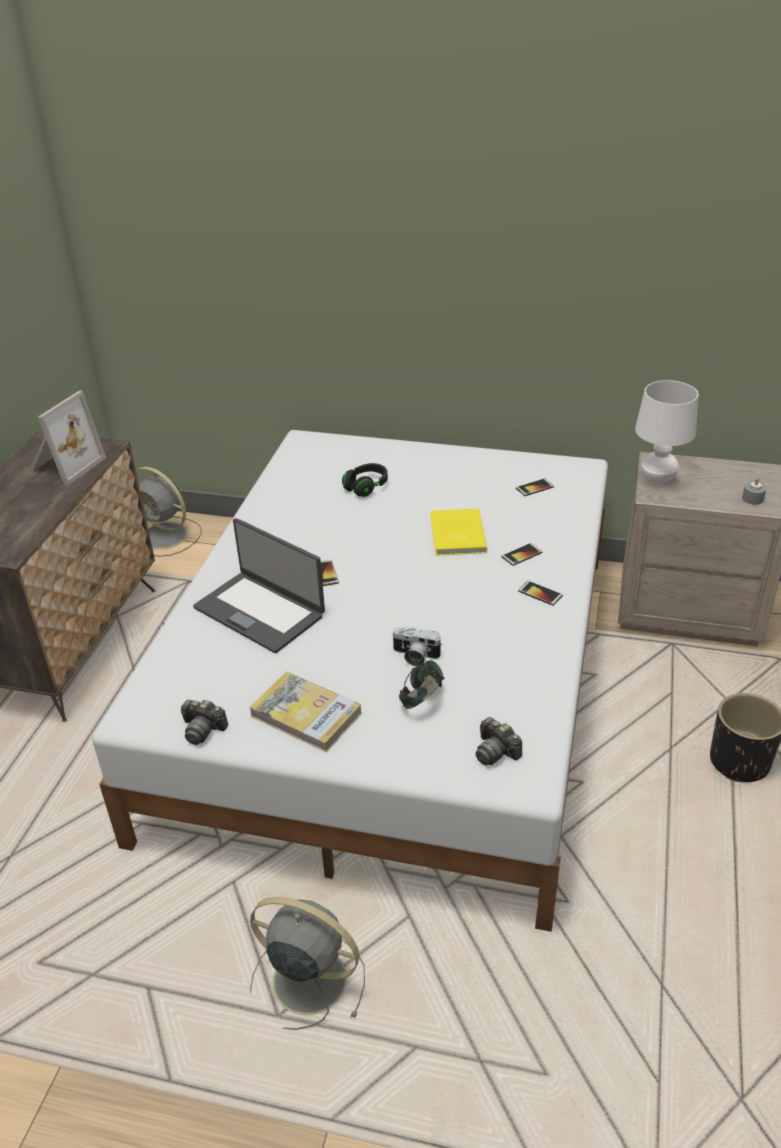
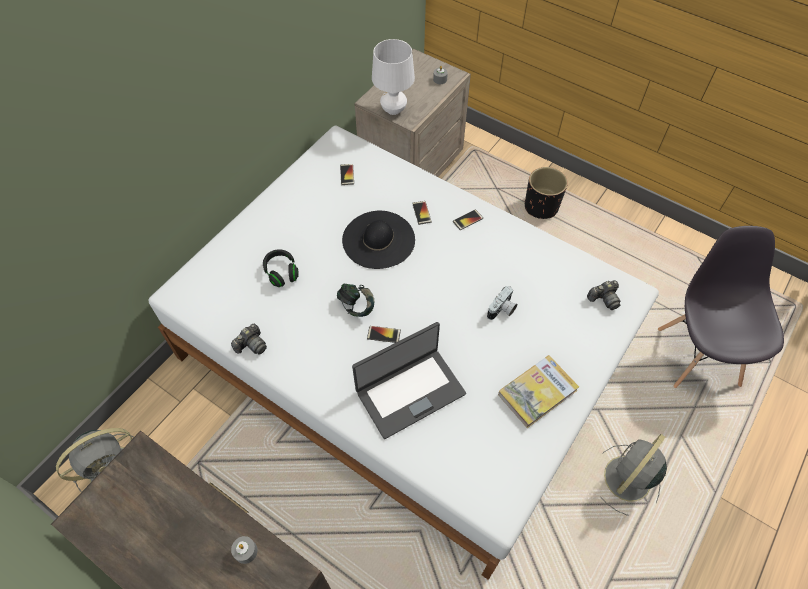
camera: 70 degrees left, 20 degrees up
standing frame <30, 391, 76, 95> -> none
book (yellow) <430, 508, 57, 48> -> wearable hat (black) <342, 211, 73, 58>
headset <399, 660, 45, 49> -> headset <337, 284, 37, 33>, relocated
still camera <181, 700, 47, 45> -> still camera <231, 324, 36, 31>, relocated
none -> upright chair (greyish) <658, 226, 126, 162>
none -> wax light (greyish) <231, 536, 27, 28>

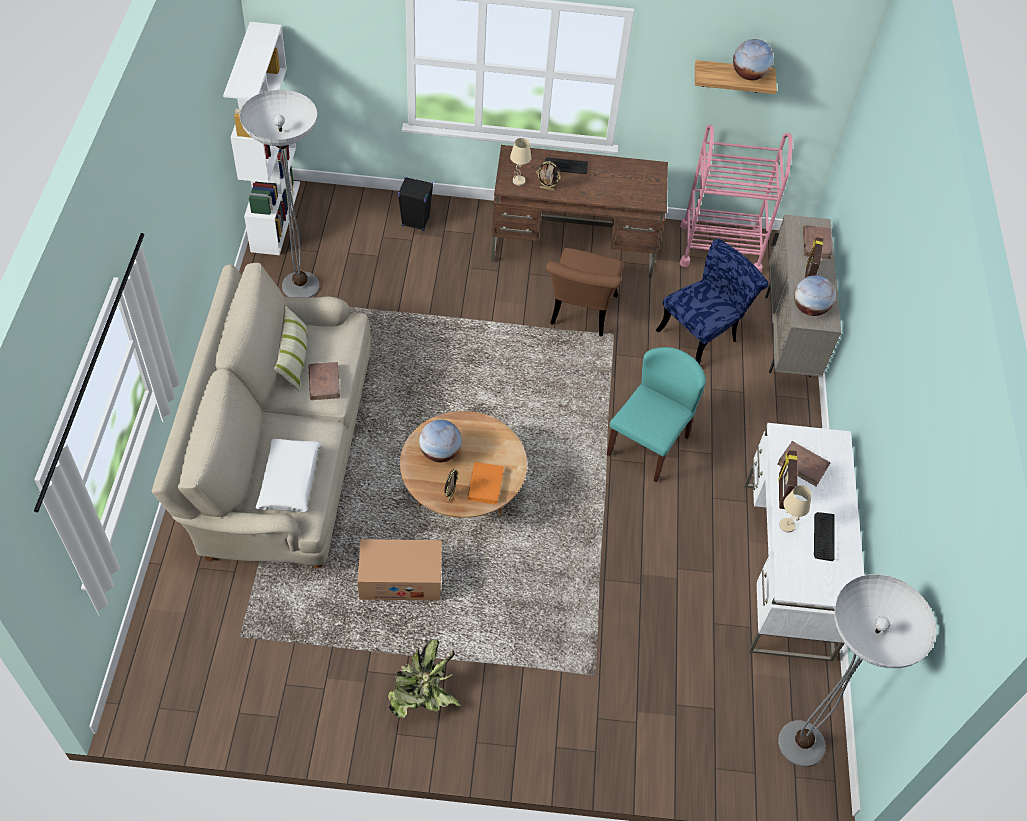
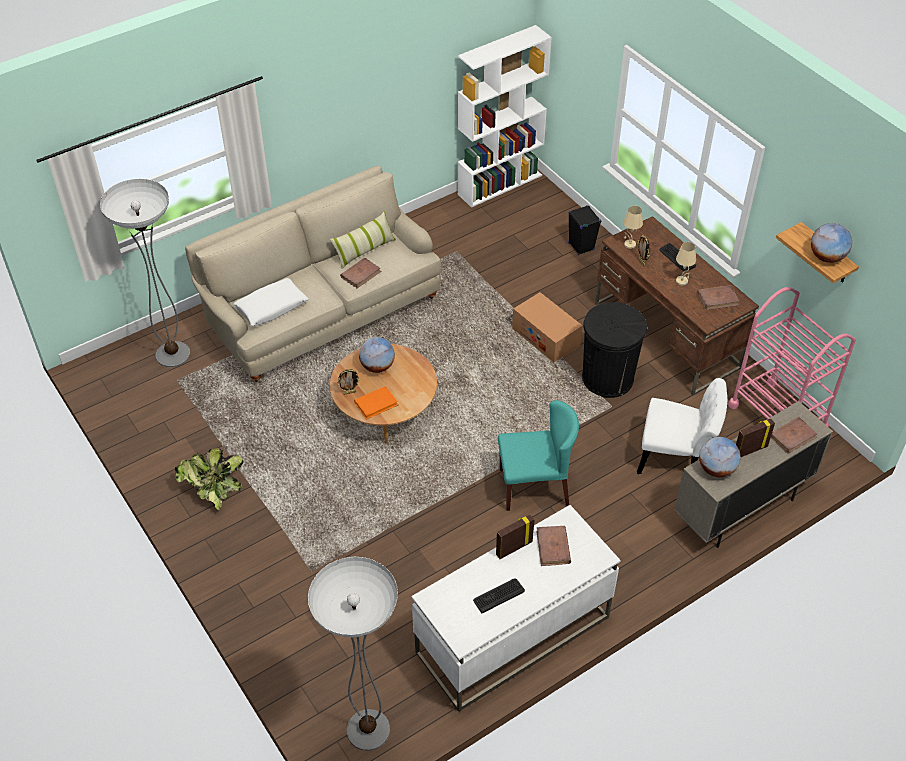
camera: 55 degrees right, 5 degrees down
floor lamp <240, 90, 80, 207> -> floor lamp <100, 179, 90, 188>, relocated
upright chair (bluish) <656, 239, 113, 125> -> upright chair (white-coloured) <637, 378, 90, 96>
upright chair (brown) <546, 248, 77, 88> -> trash can (black) <582, 302, 65, 96>
tabletop lamp (beige) <779, 485, 33, 48> -> tabletop lamp (beige) <676, 242, 20, 43>, relocated
carton <358, 539, 84, 61> -> carton <512, 292, 71, 70>, relocated
none -> book (brown) <697, 285, 42, 25>

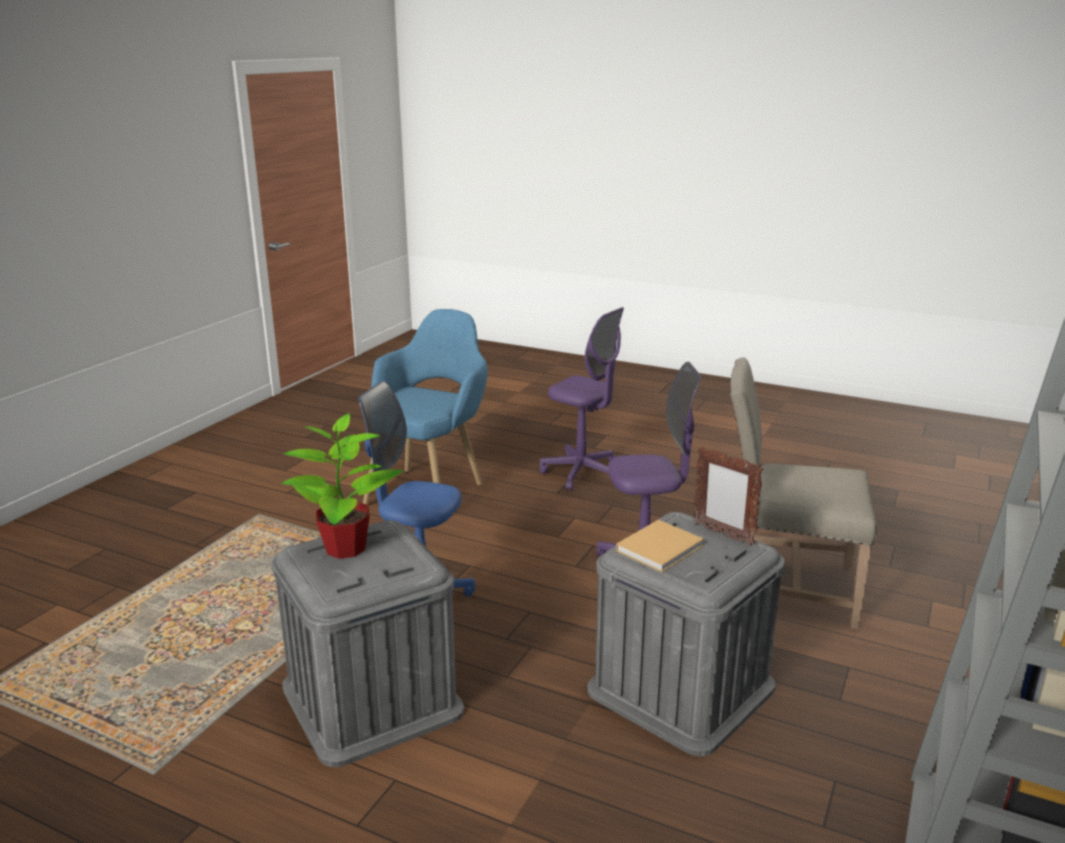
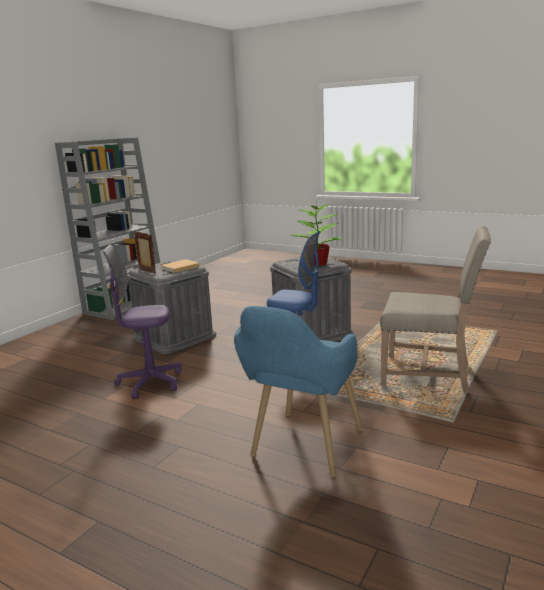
camera: 175 degrees left, 5 degrees down
office chair (purple) <540, 307, 84, 184> -> none
upright chair (beige) <730, 358, 147, 271> -> upright chair (beige) <380, 226, 111, 167>, relocated

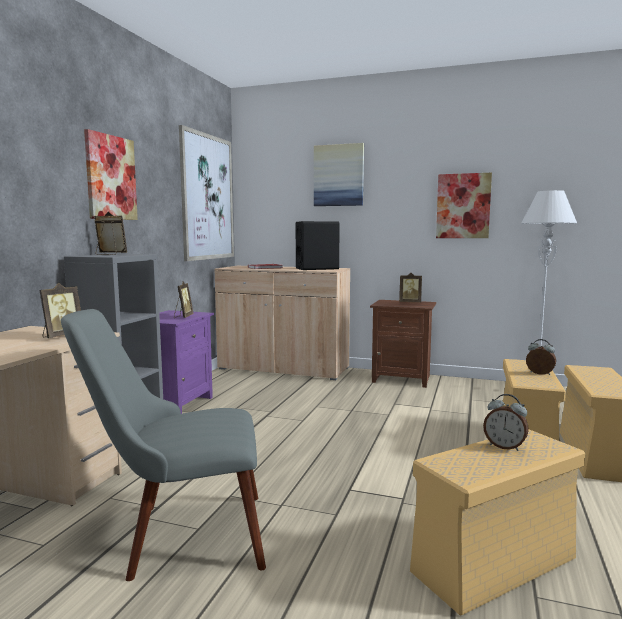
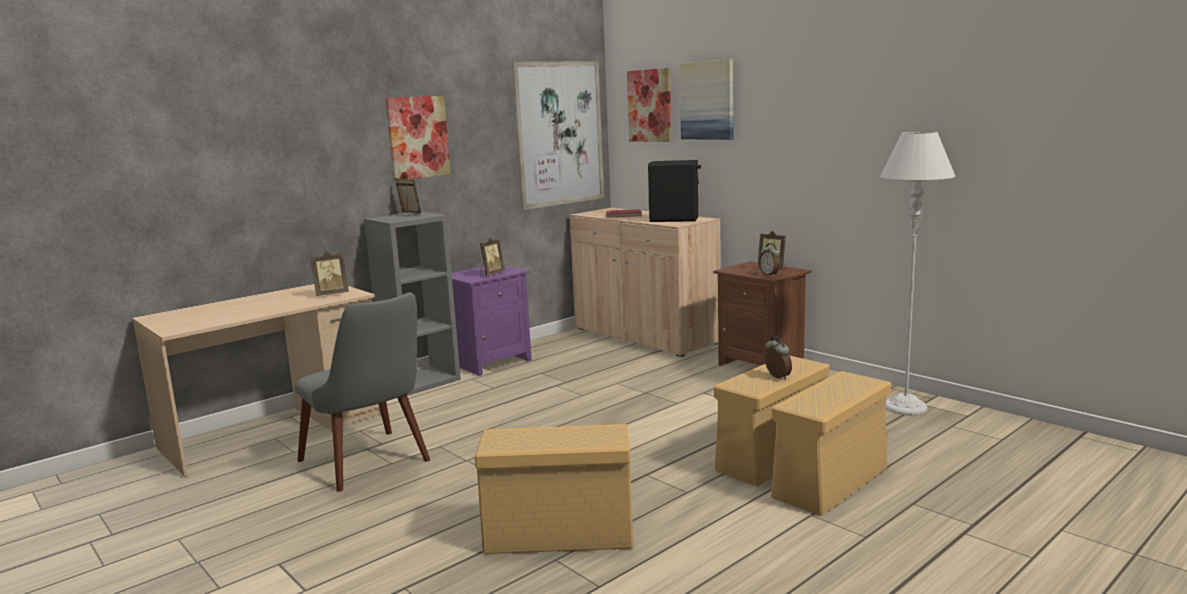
camera: 30 degrees right, 5 degrees up
picture <436, 173, 56, 65> -> picture <627, 68, 45, 74>, relocated
upright chair (greyish) <61, 309, 205, 272> -> upright chair (greyish) <294, 292, 136, 200>, 150 degrees counterclockwise
table clock <483, 394, 46, 57> -> table clock <759, 243, 21, 34>, relocated

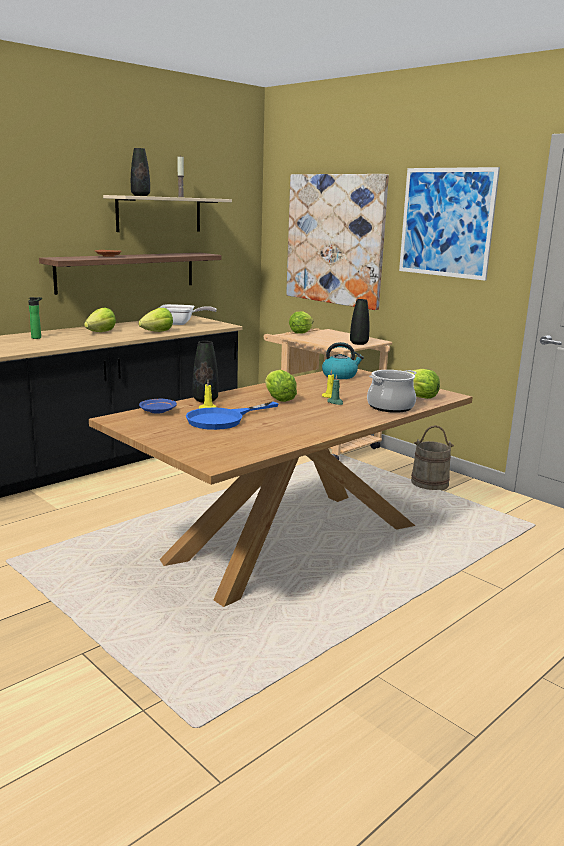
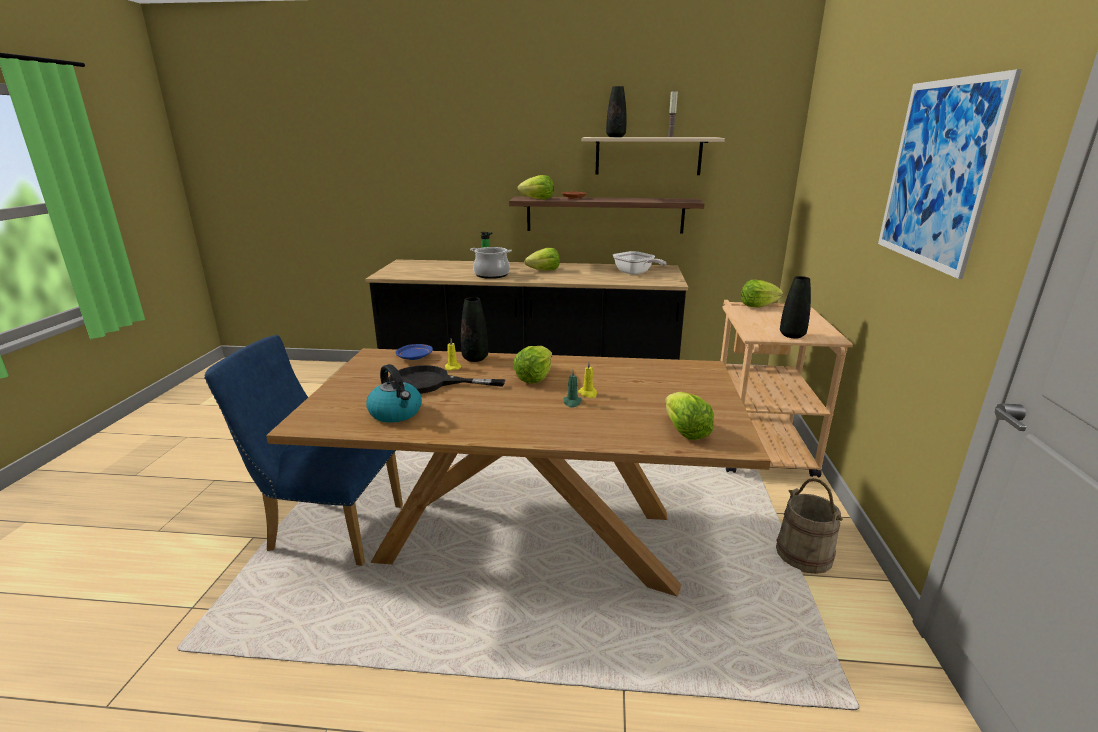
camera: 50 degrees right, 5 degrees up
picture <286, 174, 103, 136> -> none
lettuce <138, 308, 35, 24> -> lettuce <517, 175, 37, 24>, relocated
kettle <322, 342, 42, 37> -> kettle <366, 364, 56, 59>, relocated
stockpot <367, 370, 50, 43> -> stockpot <470, 247, 42, 32>, relocated
skillet (bluish) <186, 402, 93, 28> -> skillet (black) <389, 365, 116, 29>
none -> upright chair (bluish) <204, 335, 199, 231>

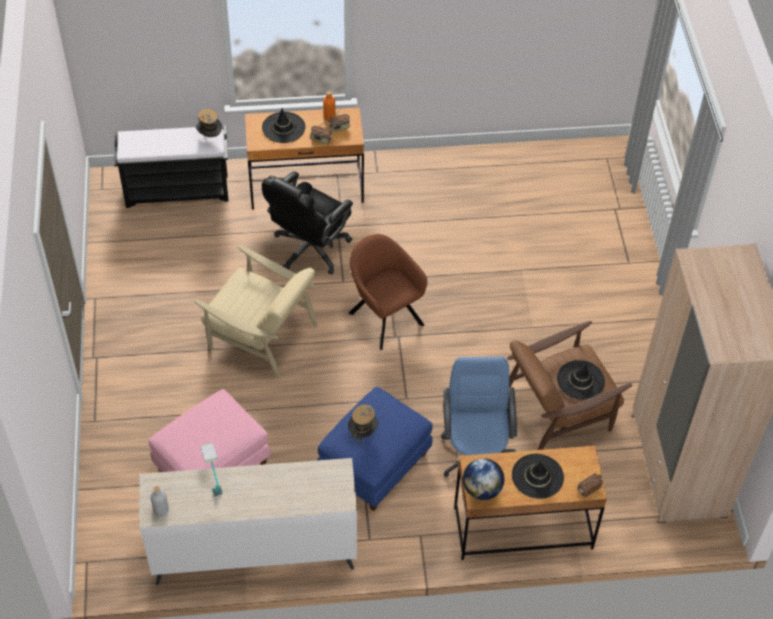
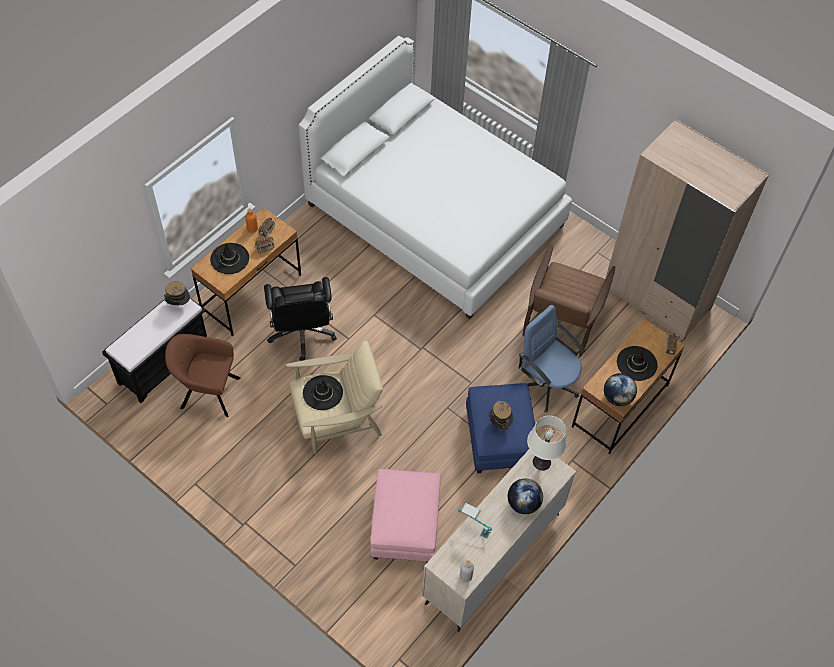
camera: 45 degrees left, 5 degrees up
armchair (brown) <349, 234, 78, 116> -> armchair (brown) <165, 334, 75, 83>, relocated
wearable hat (black) <557, 360, 48, 40> -> wearable hat (black) <303, 375, 40, 35>, relocated
none -> bed (white-coloured) <299, 36, 273, 283>
none -> tabletop lamp (white-coloured) <527, 416, 40, 54>
none -> world globe <508, 479, 35, 35>

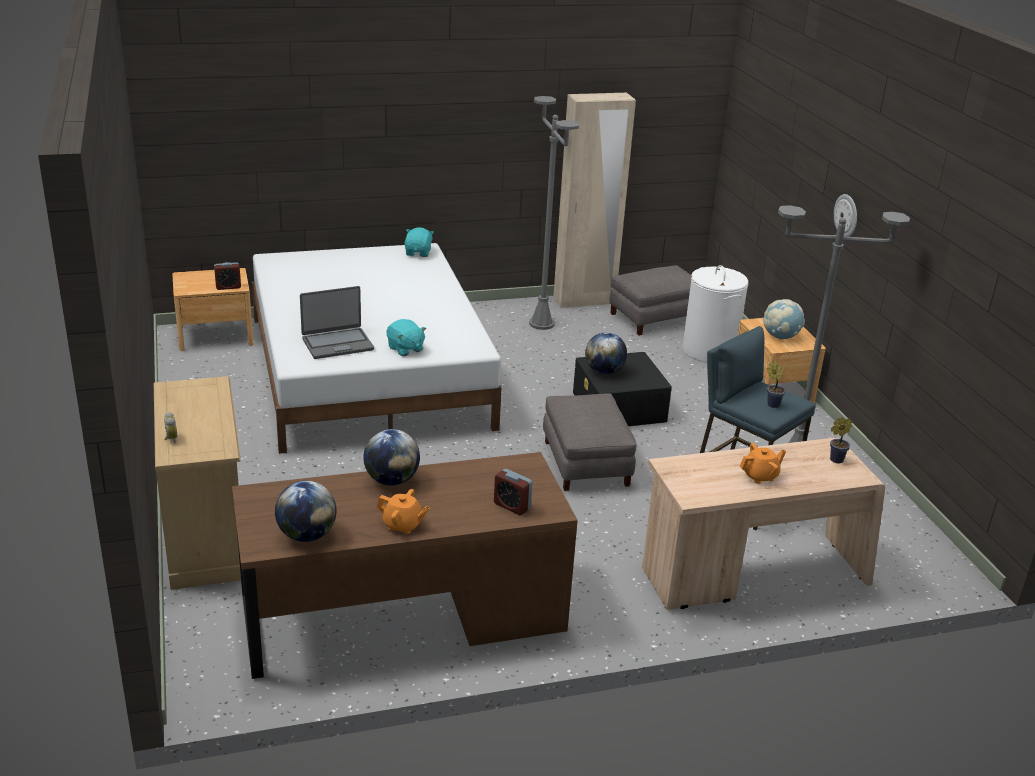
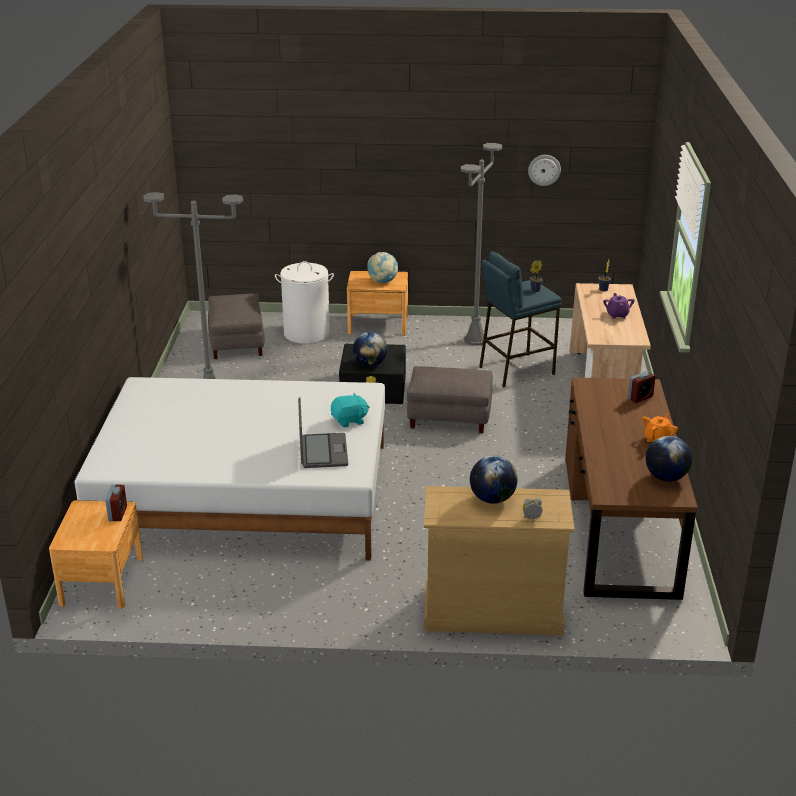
camera: 70 degrees left, 0 degrees up
armoire (beige) <553, 93, 83, 215> -> none
clock on the wall <834, 194, 23, 43> -> clock on the wall <528, 155, 33, 31>, relocated
cuddly toy (turquoise-coloured) <404, 227, 30, 30> -> none
world globe <363, 429, 57, 57> -> world globe <470, 456, 48, 48>, relocated
teapot (orange) <740, 443, 46, 41> -> teapot (purple) <603, 293, 31, 25>

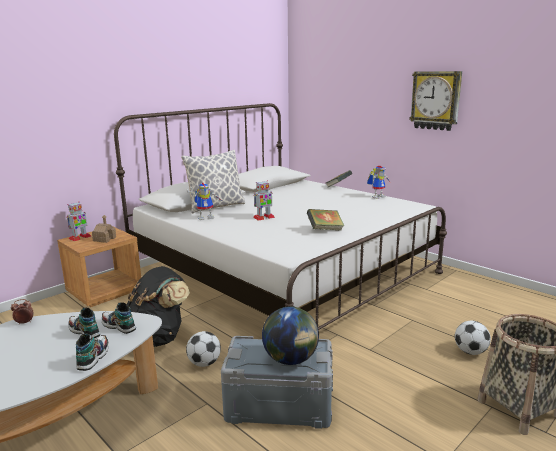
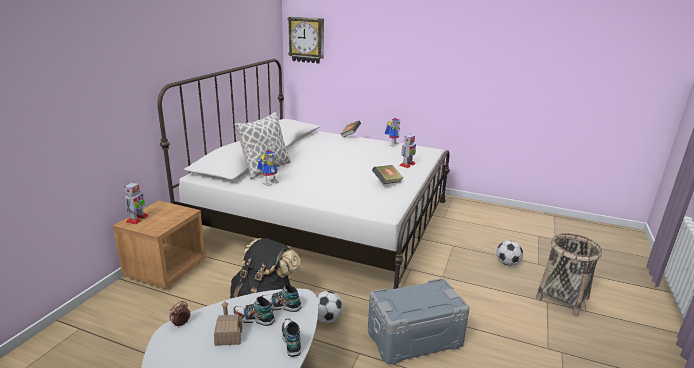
camera: 25 degrees left, 5 degrees up
clock on the wall <409, 71, 53, 60> -> clock on the wall <287, 17, 37, 47>, relocated
model robot <253, 182, 22, 38> -> model robot <399, 133, 17, 35>, relocated
model house <92, 215, 24, 28> -> model house <214, 301, 29, 45>, relocated
world globe <262, 307, 57, 58> -> none

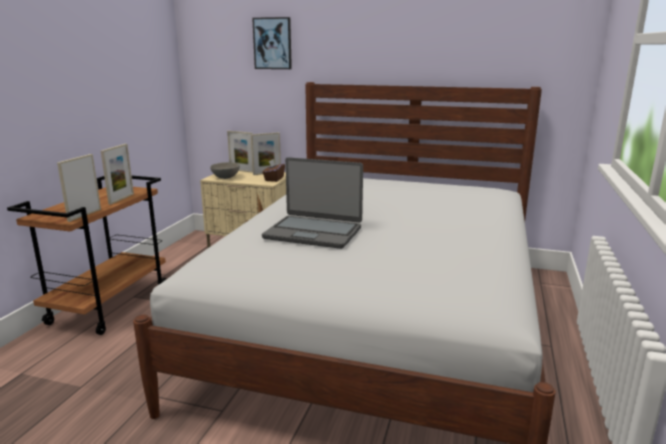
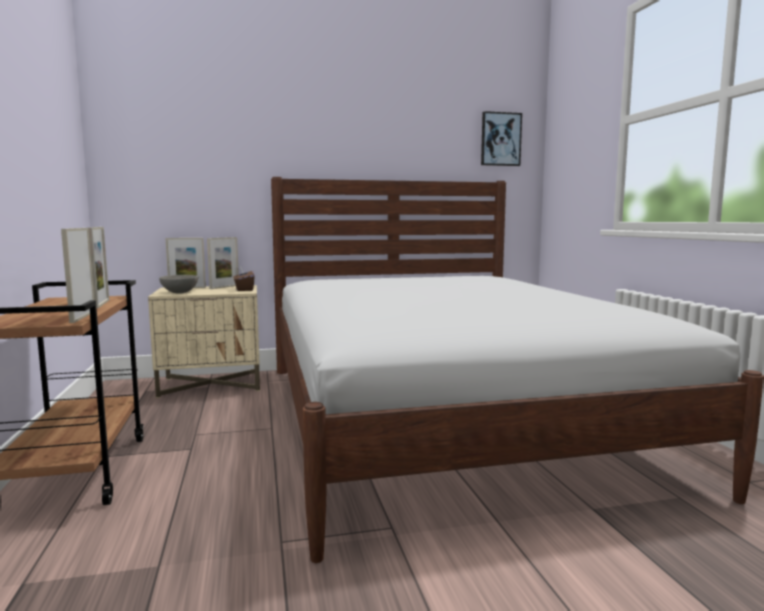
camera: 30 degrees left, 10 degrees down
picture <252, 17, 40, 52> -> picture <481, 111, 41, 55>, relocated
laptop <262, 157, 101, 92> -> none

